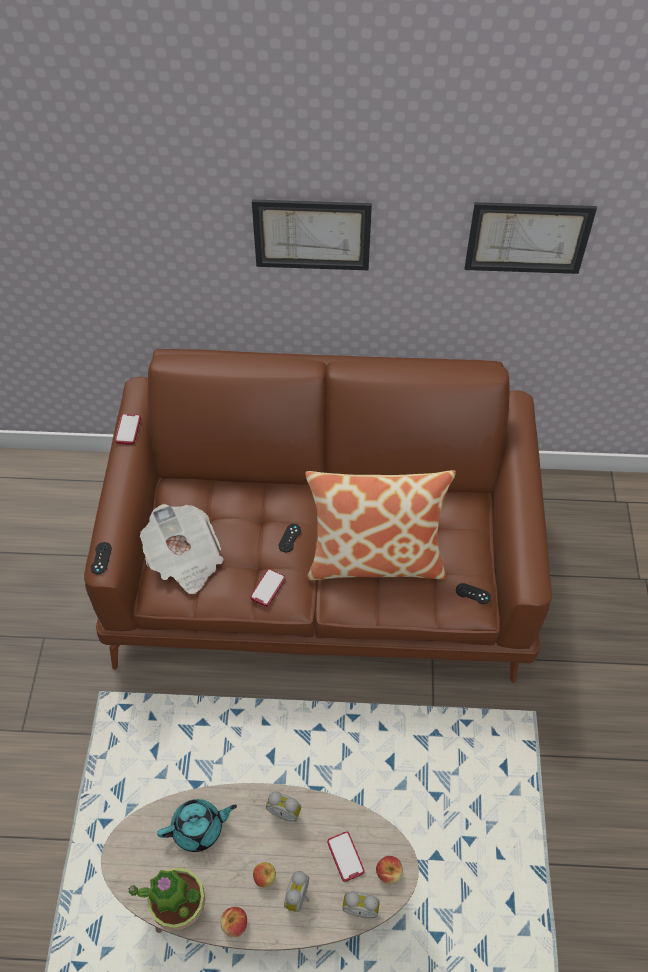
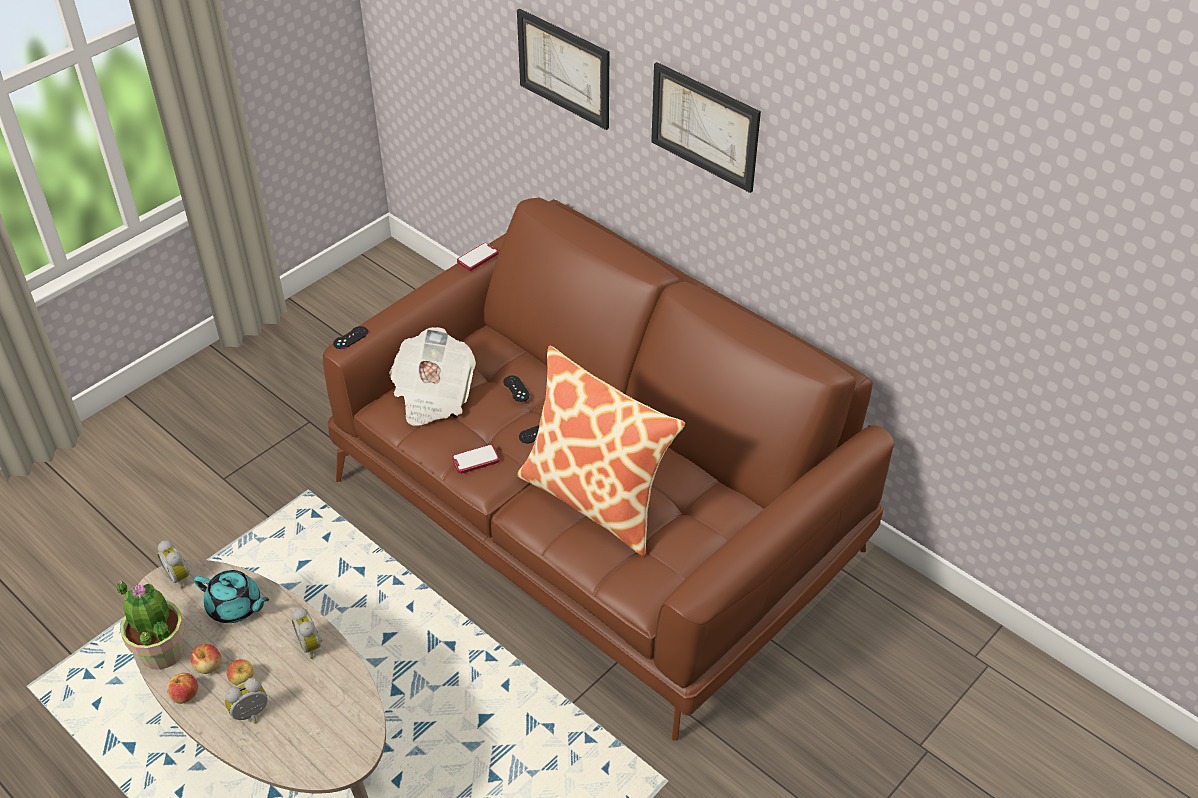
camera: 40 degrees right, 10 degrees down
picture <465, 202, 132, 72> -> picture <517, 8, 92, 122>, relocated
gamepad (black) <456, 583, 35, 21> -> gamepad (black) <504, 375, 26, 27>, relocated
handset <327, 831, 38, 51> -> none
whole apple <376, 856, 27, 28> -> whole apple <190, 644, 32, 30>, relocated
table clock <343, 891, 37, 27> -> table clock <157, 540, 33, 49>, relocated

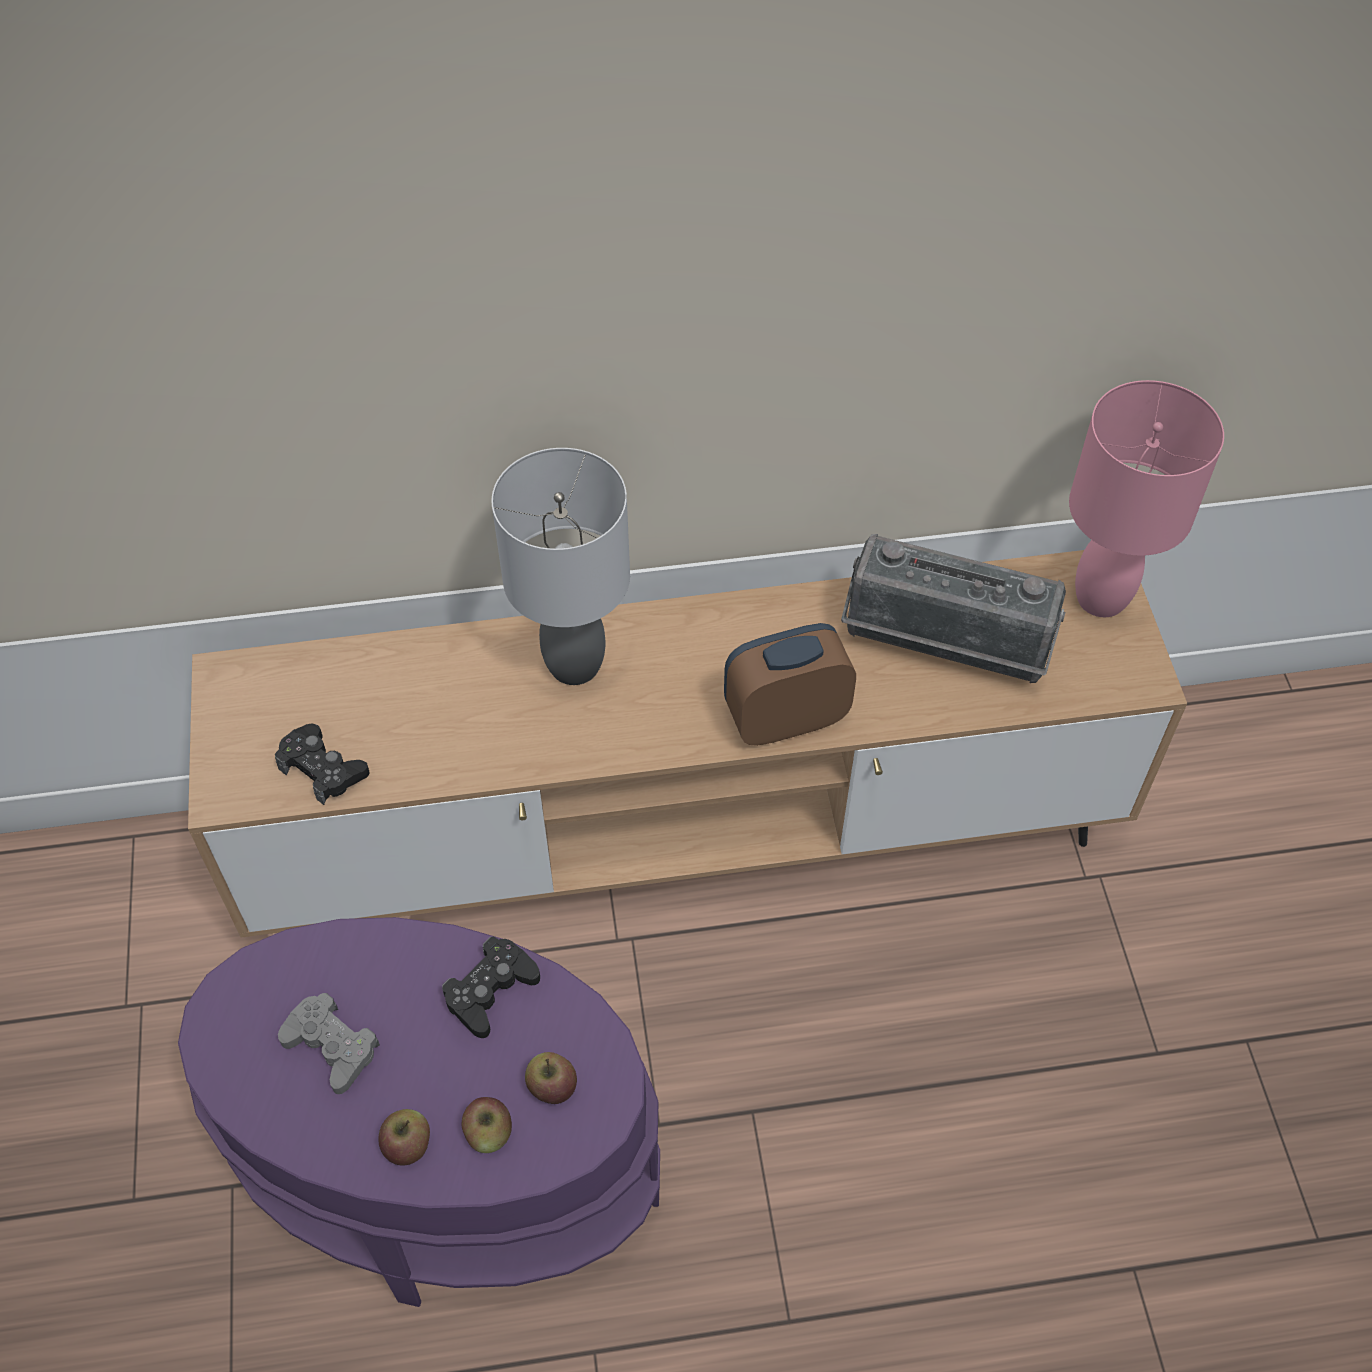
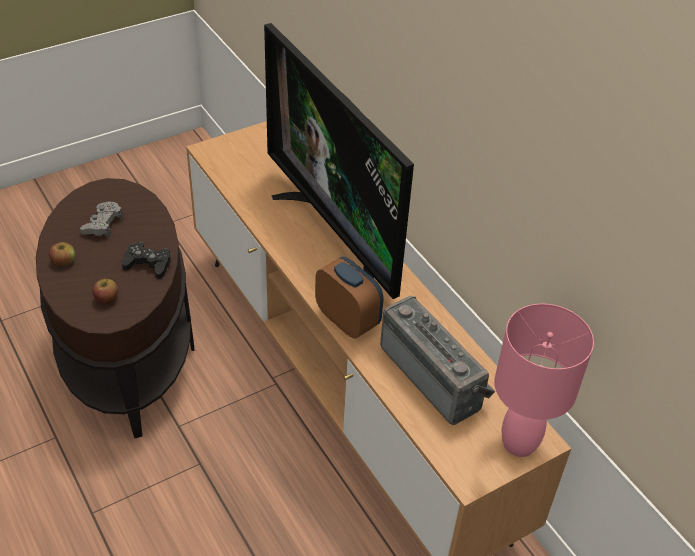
camera: 65 degrees right, 10 degrees down
tabletop lamp (greyish) <491, 448, 139, 237> -> TV <264, 23, 150, 276>
radio set <841, 534, 225, 149> -> radio set <380, 296, 115, 129>, 150 degrees clockwise
gamepad (black) <275, 723, 95, 82> -> none
end table (purple) <178, 917, 482, 390> -> end table (brown) <36, 178, 158, 260>
whole apple <462, 1097, 50, 56> -> none

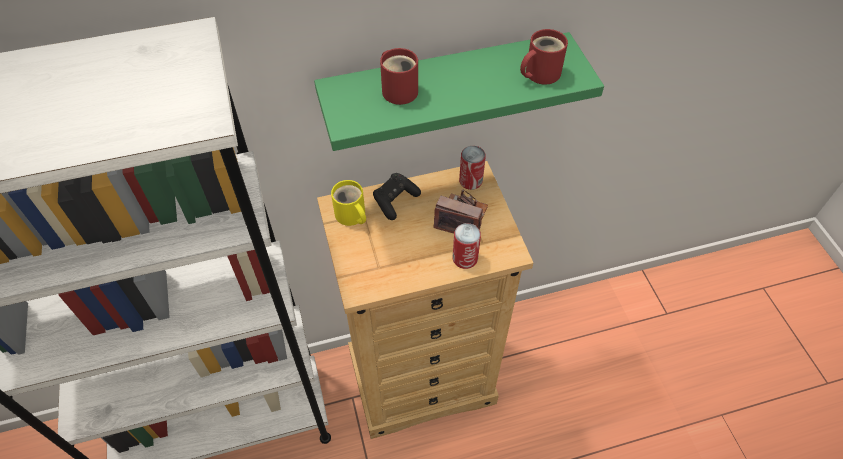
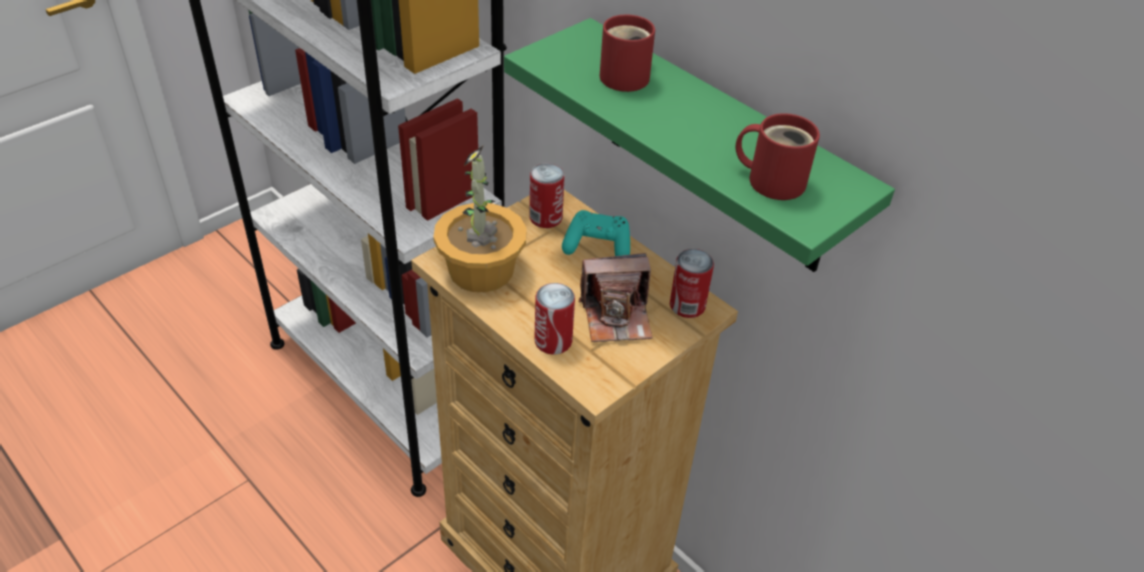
camera: 60 degrees right, 10 degrees down
gamepad (black) <373, 173, 48, 47> -> gamepad (turquoise-coloured) <562, 210, 68, 46>
tea mug (yellow) <331, 180, 35, 46> -> metal can <529, 163, 36, 65>
still camera <434, 190, 54, 43> -> still camera <578, 253, 75, 89>, 90 degrees clockwise
none -> potted plant <433, 145, 94, 147>

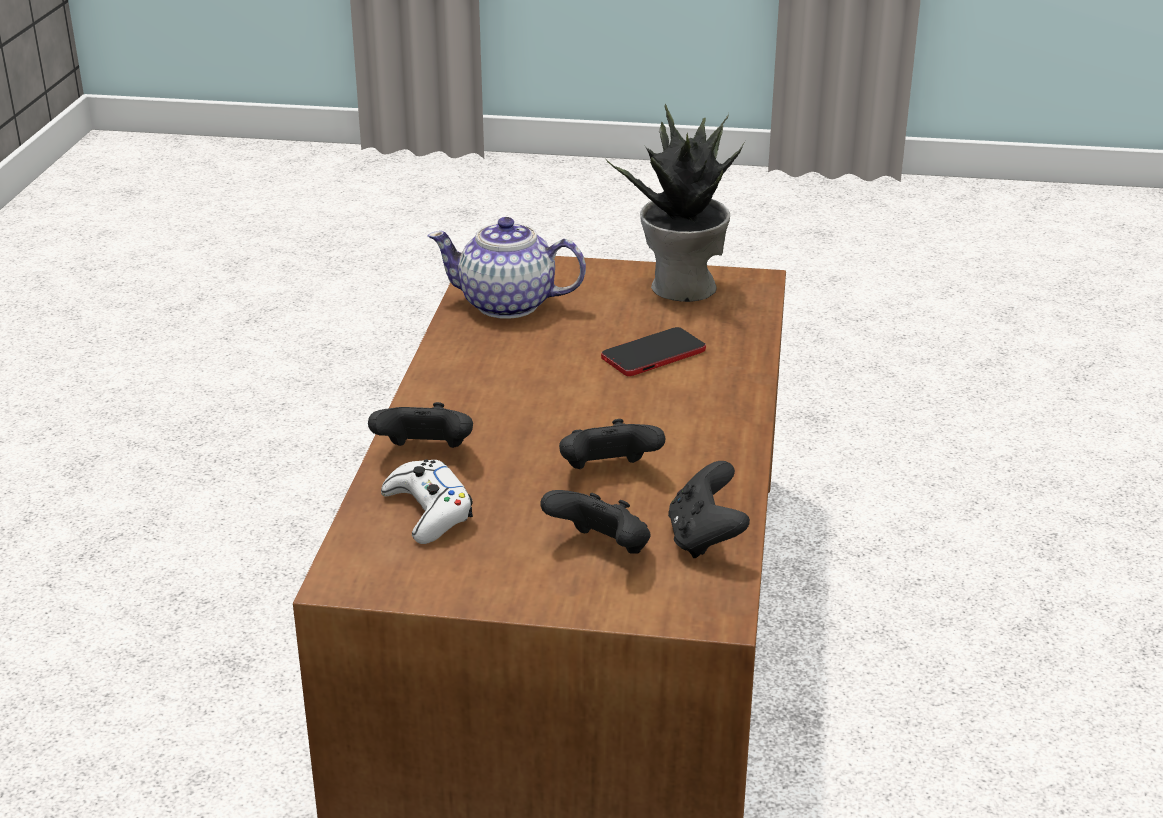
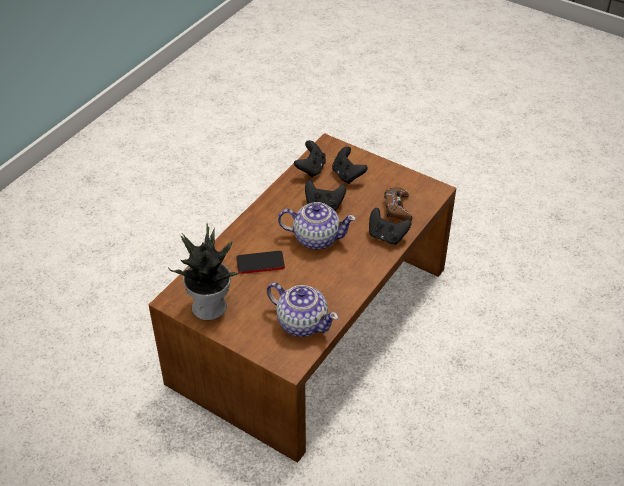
camera: 155 degrees left, 15 degrees up
gamepad (white-coloured) <381, 459, 92, 85> -> gamepad (brown) <384, 187, 28, 34>
none -> teapot <278, 202, 78, 48>

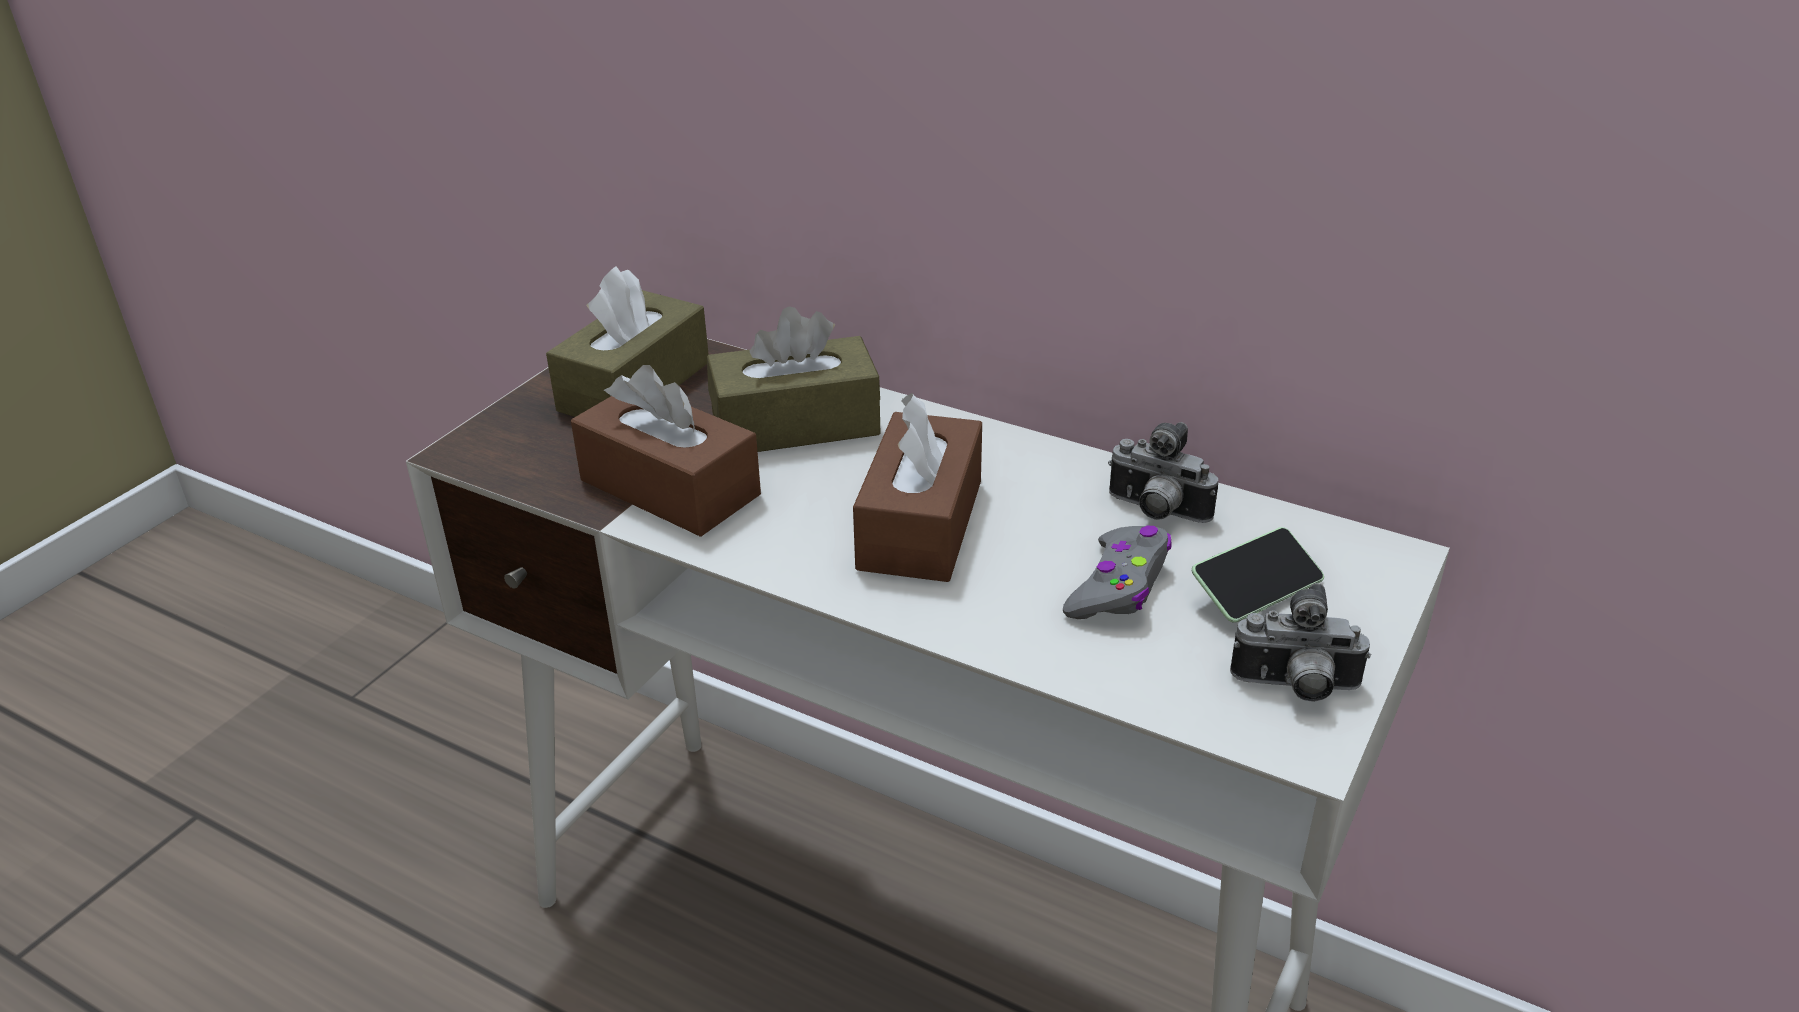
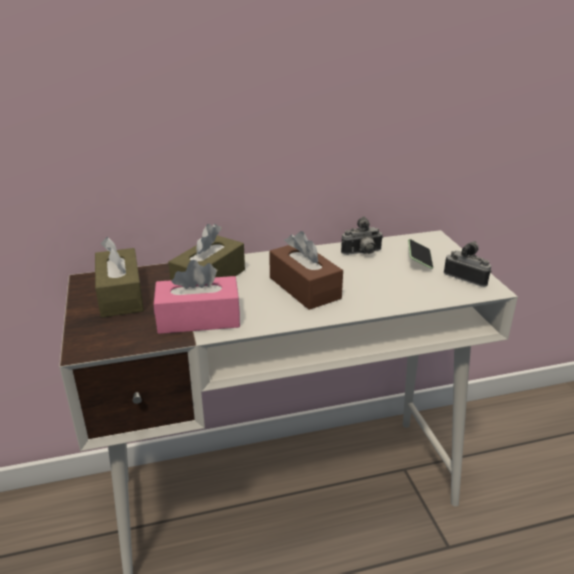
camera: 45 degrees left, 5 degrees down
tissue box (brown) <571, 365, 190, 172> -> tissue box (pinkish) <154, 260, 86, 74>
gamepad (greyish) <1063, 526, 109, 93> -> none
still camera <1230, 583, 141, 119> -> still camera <444, 241, 48, 46>, 105 degrees counterclockwise

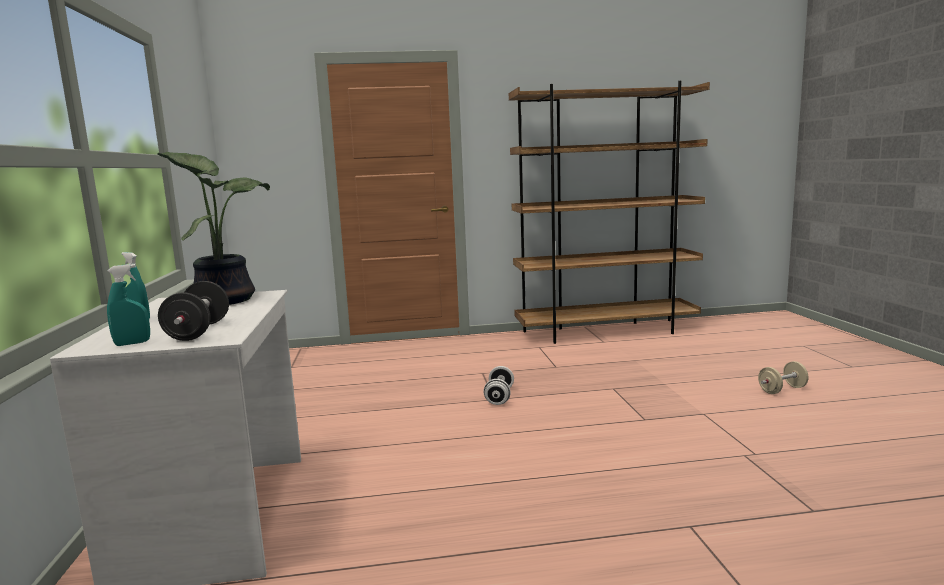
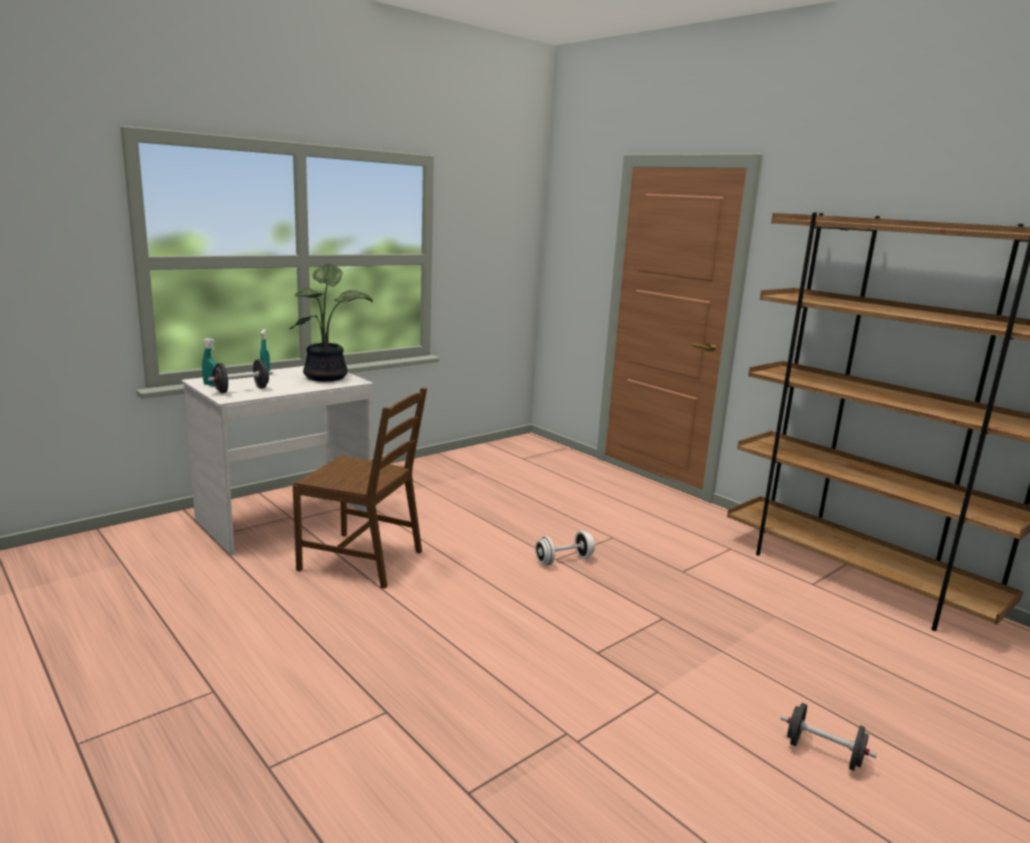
camera: 55 degrees right, 5 degrees up
hand weight (beige) <758, 361, 51, 33> -> hand weight (black) <781, 703, 96, 68>
none -> upright chair (brown) <293, 387, 134, 202>

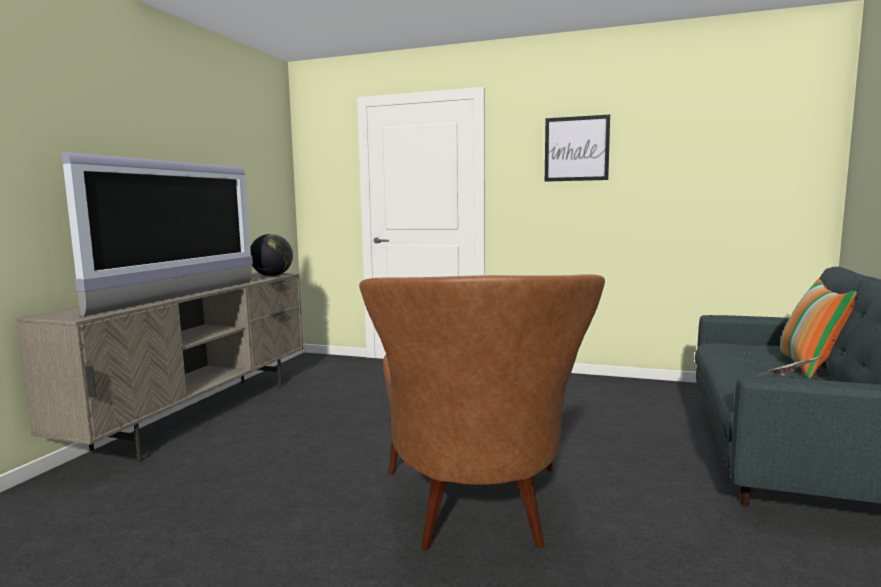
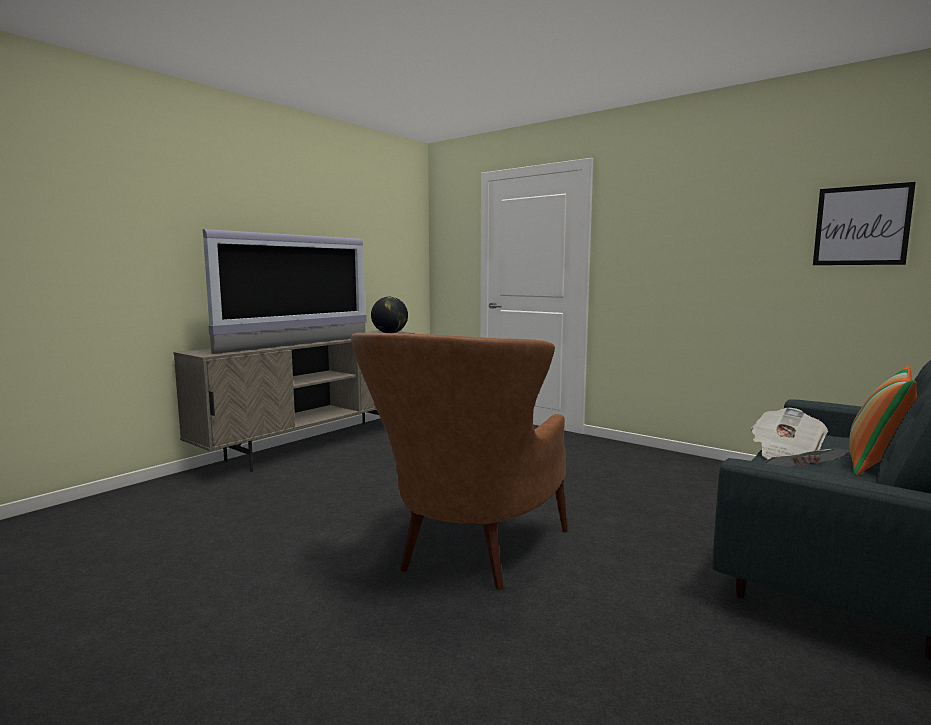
camera: 20 degrees right, 0 degrees up
picture <545, 115, 65, 67> -> picture <813, 182, 103, 83>, relocated
none -> newspaper <751, 408, 77, 51>

